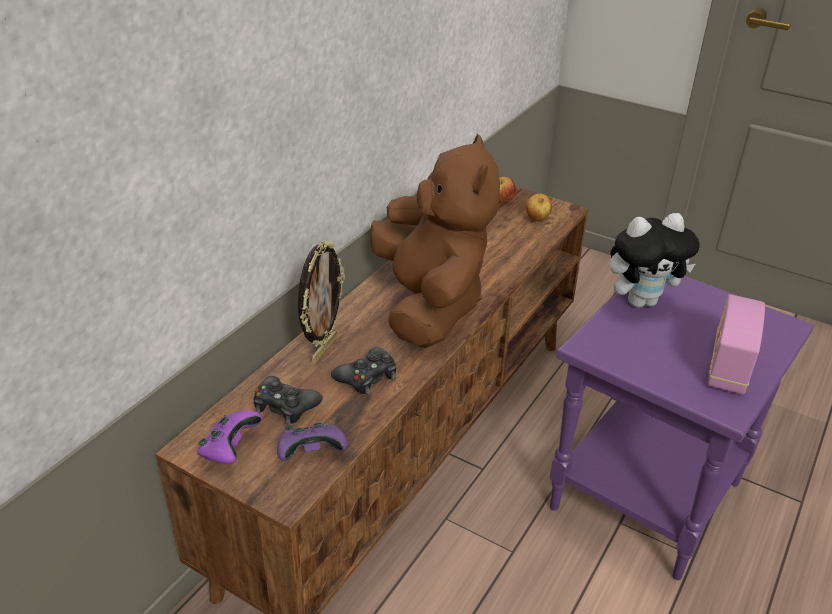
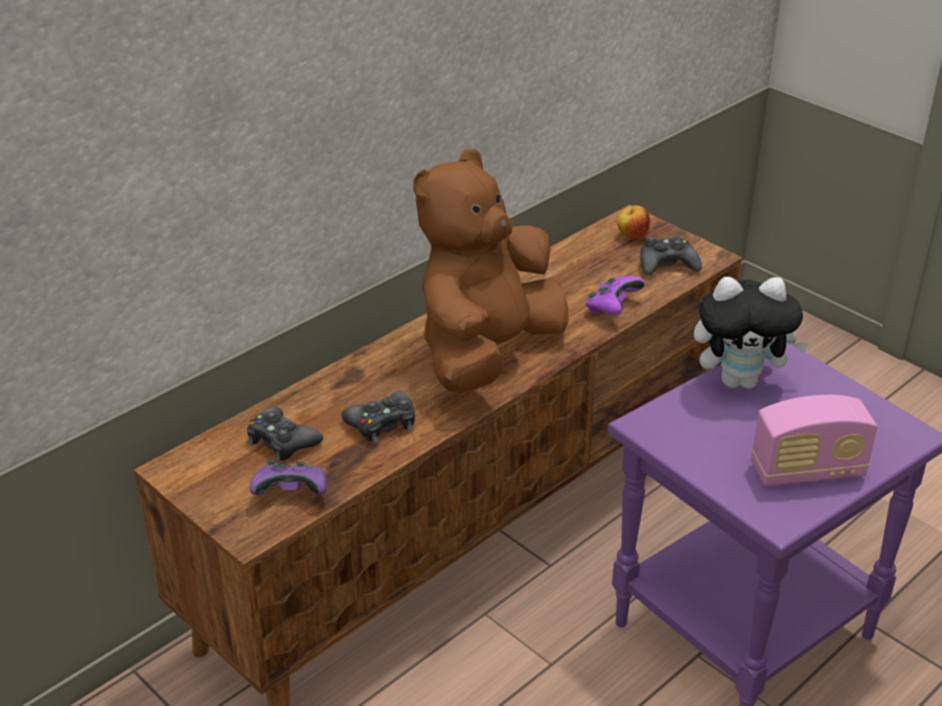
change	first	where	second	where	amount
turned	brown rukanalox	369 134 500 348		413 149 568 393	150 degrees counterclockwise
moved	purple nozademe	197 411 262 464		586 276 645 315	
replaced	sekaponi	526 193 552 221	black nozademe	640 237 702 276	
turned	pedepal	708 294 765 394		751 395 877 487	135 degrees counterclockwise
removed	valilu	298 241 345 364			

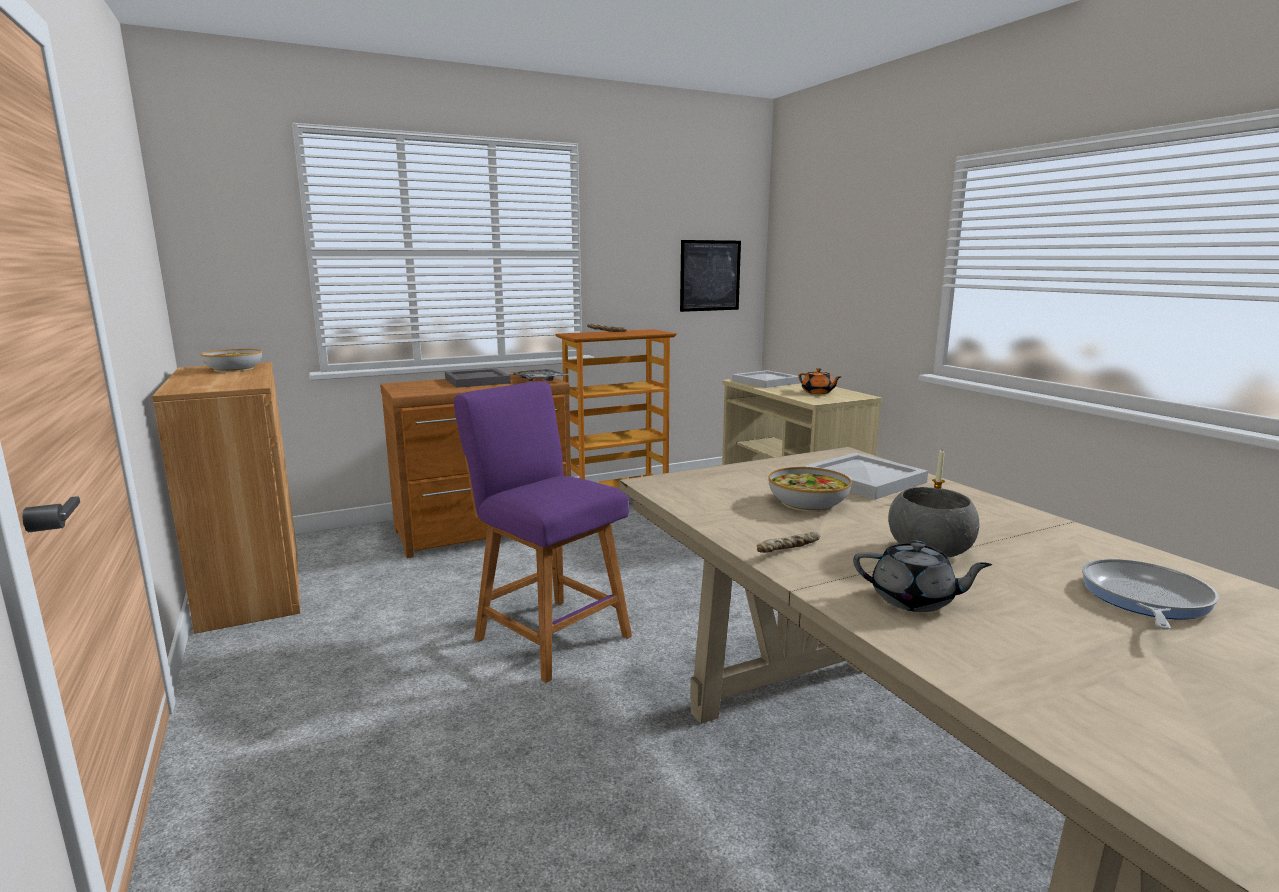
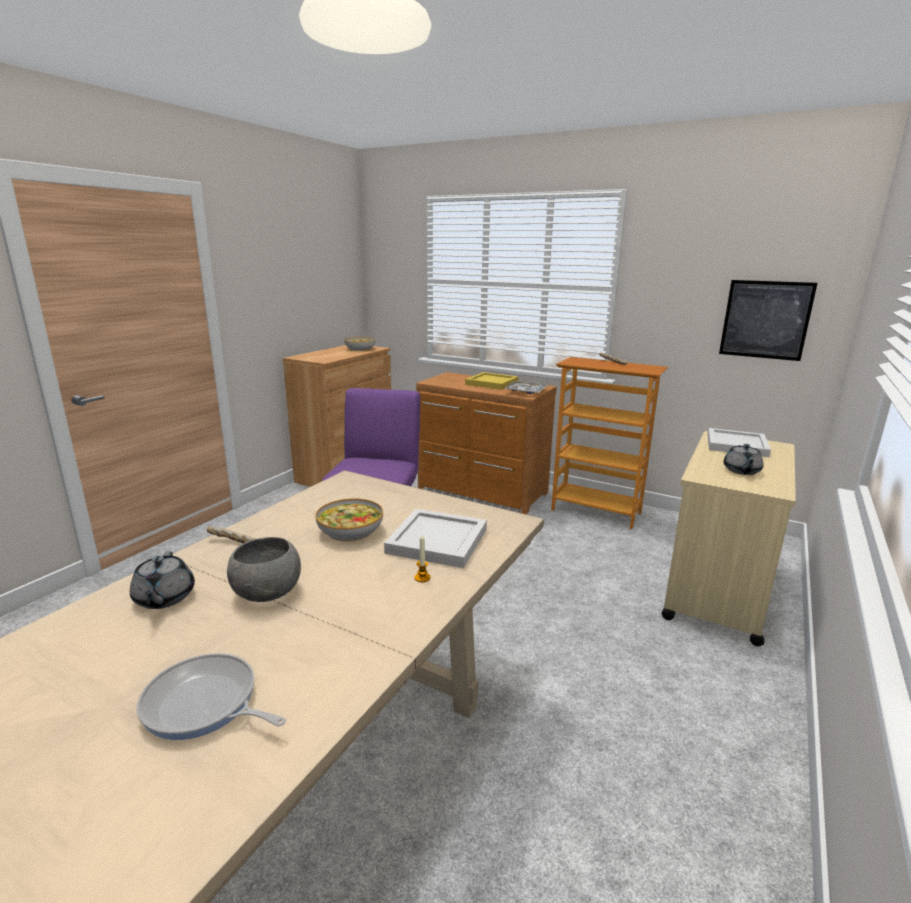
change	first	where	second	where	amount
turned	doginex	1082 559 1219 630		137 653 286 740	150 degrees counterclockwise
recoloured	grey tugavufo	445 369 511 388	yellow tugavufo	465 372 518 390	
recoloured	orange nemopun	799 368 840 394	grey nemopun	724 444 764 475	

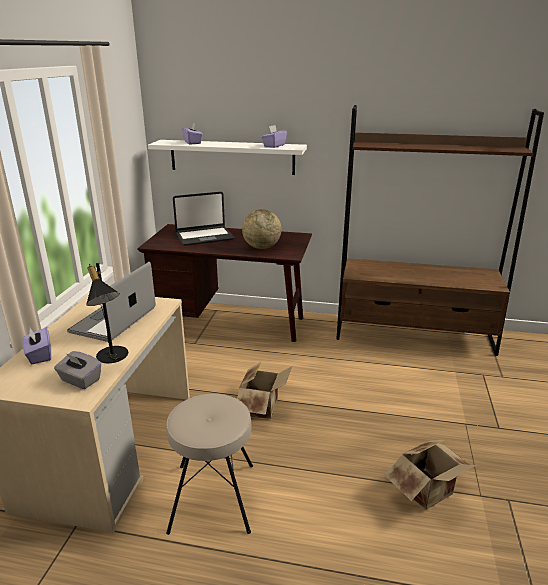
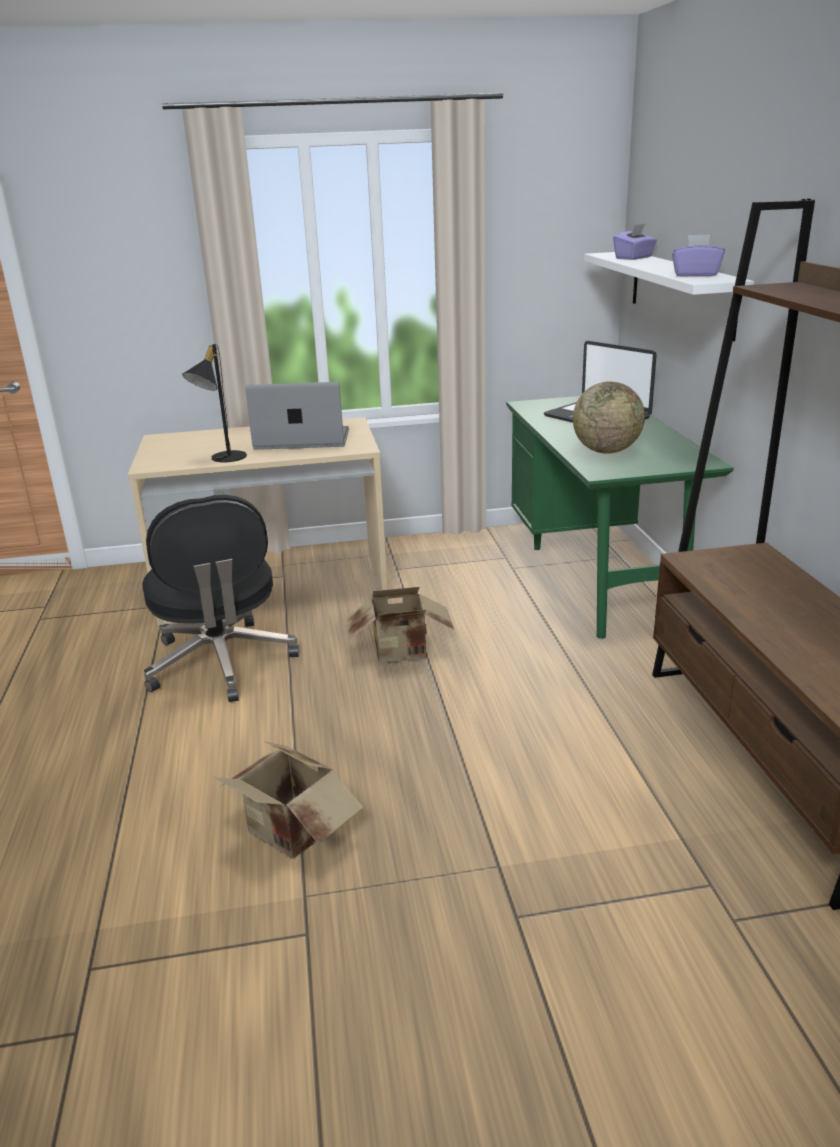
change	first	where	second	where	amount
replaced	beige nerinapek	166 394 253 535	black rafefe	142 495 300 702	
recoloured	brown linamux	137 224 312 342	green linamux	506 396 733 639	
removed	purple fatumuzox	23 327 51 364			
removed	grey fatumuzox	54 351 101 389			

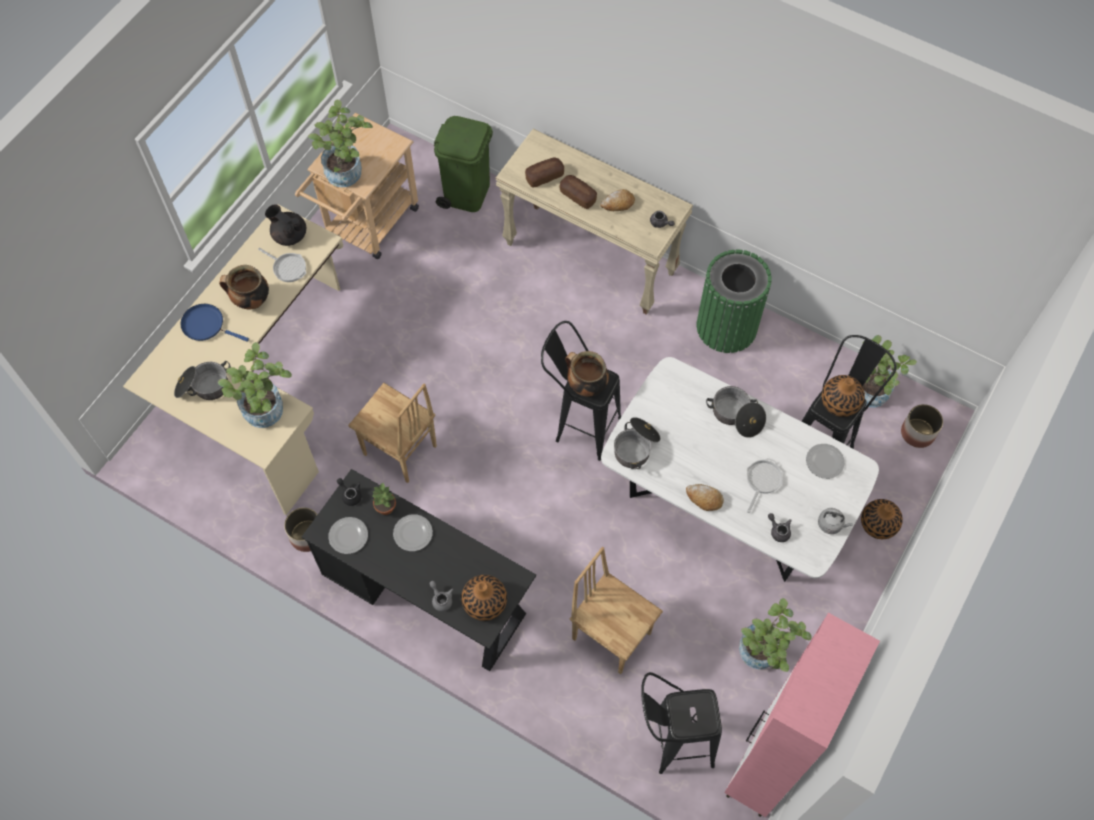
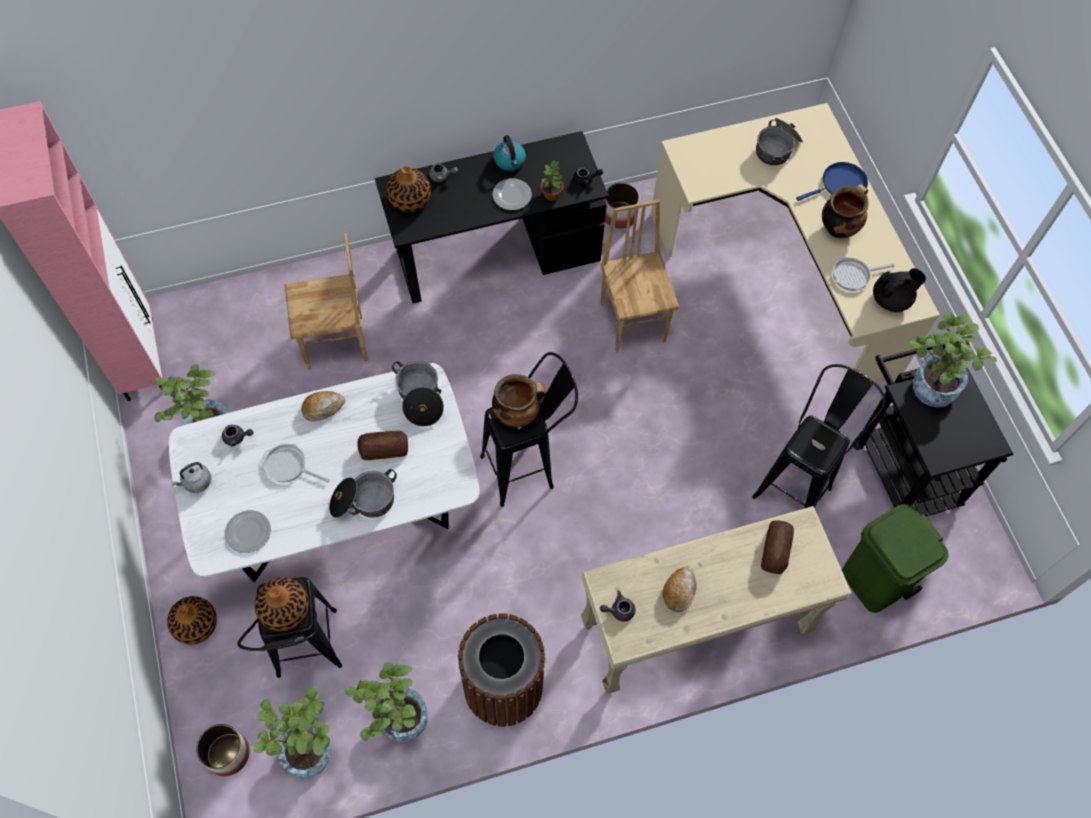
change	first	where	second	where	amount
turned	doginex	747 458 783 513		262 444 330 483	135 degrees clockwise
moved	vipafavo	218 342 292 428		345 662 428 742	
moved	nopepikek	559 175 597 209		357 431 408 460	
recoloured	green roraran	697 249 772 353	brown roraran	458 613 546 727	
added			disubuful	493 135 526 171	
turned	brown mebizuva	348 383 437 483		600 200 679 352	90 degrees clockwise
moved	black nerinapek	641 672 722 774		752 364 886 508	
recoloured	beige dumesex	295 113 419 259	black dumesex	854 344 1013 516	
removed	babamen	328 517 368 554			

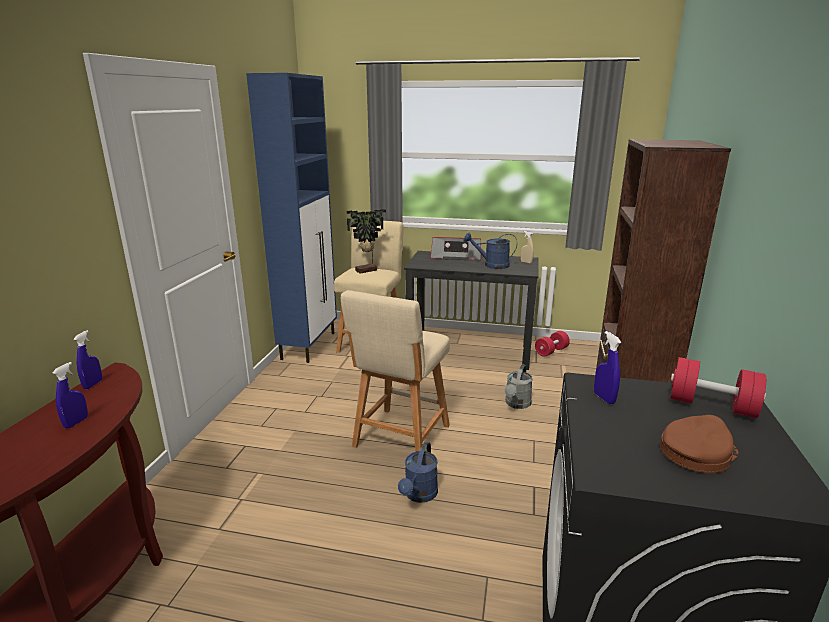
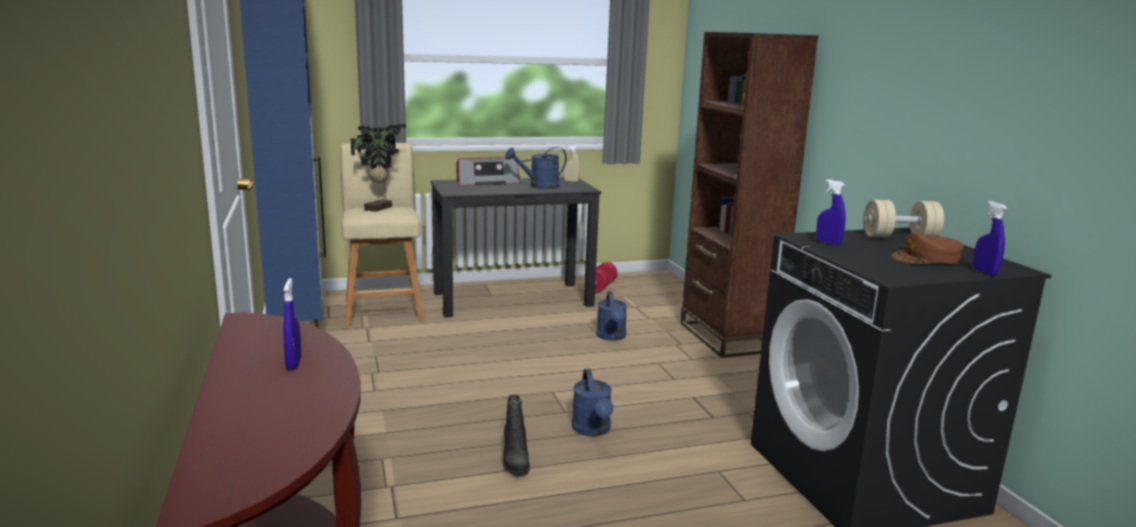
change	first	where	second	where	amount
added			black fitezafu	503 394 530 476	
recoloured	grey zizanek	505 364 533 409	blue zizanek	596 291 627 341	
recoloured	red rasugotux	670 357 766 418	beige rasugotux	863 200 944 238	
turned	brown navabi	660 415 738 473		891 232 964 264	135 degrees counterclockwise
moved	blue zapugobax	73 330 102 389		973 201 1007 276	
removed	beige nerinapek	341 290 450 452			

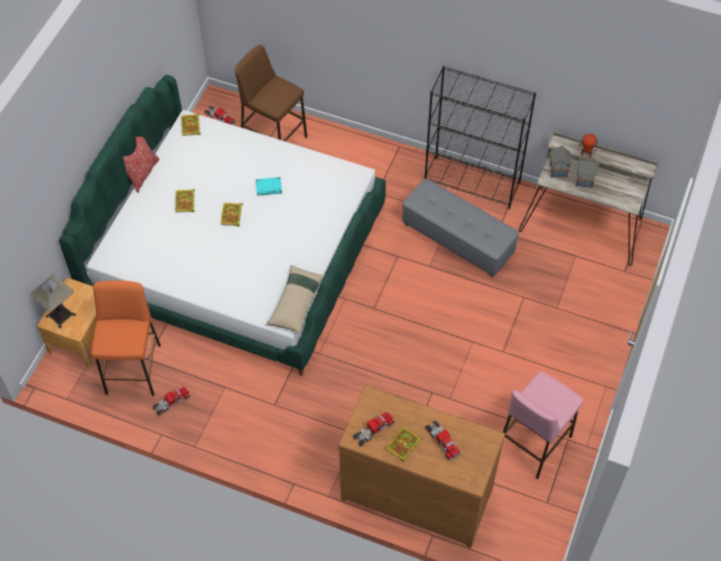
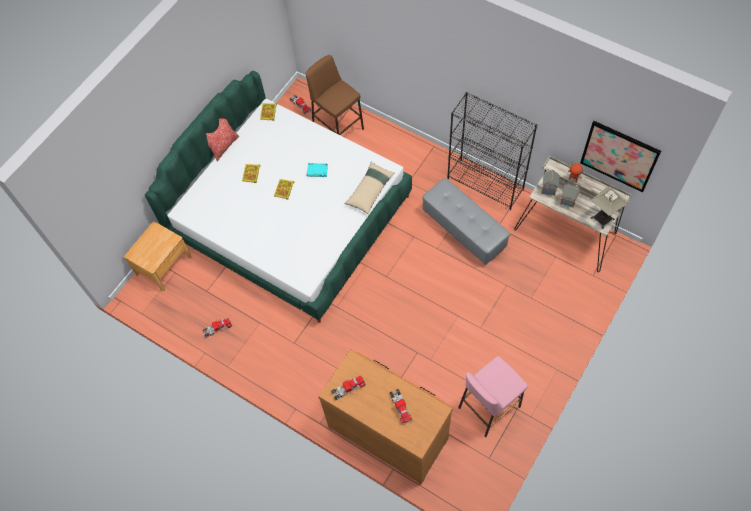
change	first	where	second	where	amount
moved	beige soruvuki	266 265 325 334		344 162 395 214	
added			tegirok	580 121 661 192	
moved	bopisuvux	30 275 76 328		590 186 627 229	
removed	orange nerinapek	91 280 161 396			
removed	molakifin	386 426 422 462			

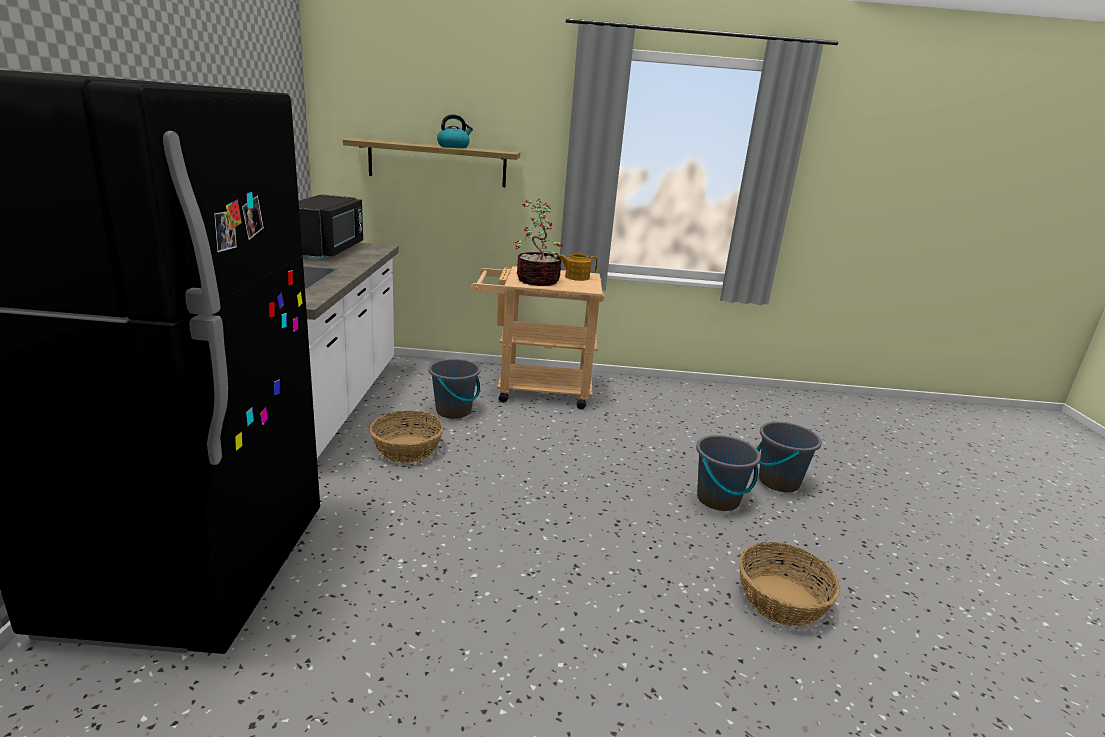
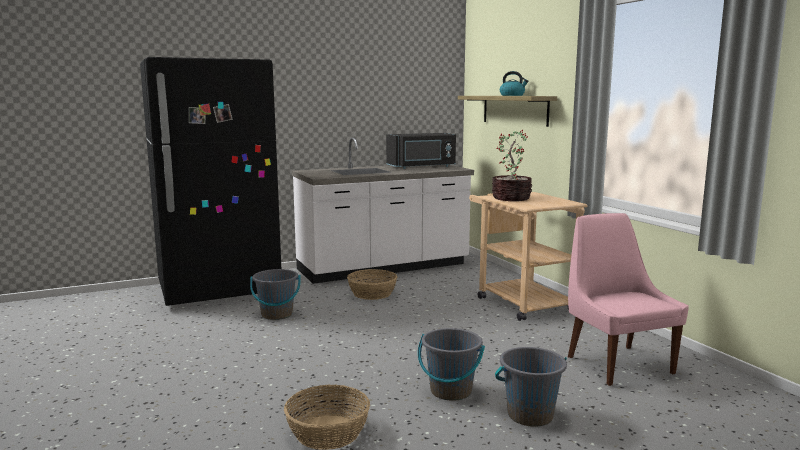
change	first	where	second	where	amount
moved	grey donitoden	428 359 481 419		250 269 301 320	
added			pink mebizuva	568 213 689 386	
removed	nemopun	559 254 598 281			

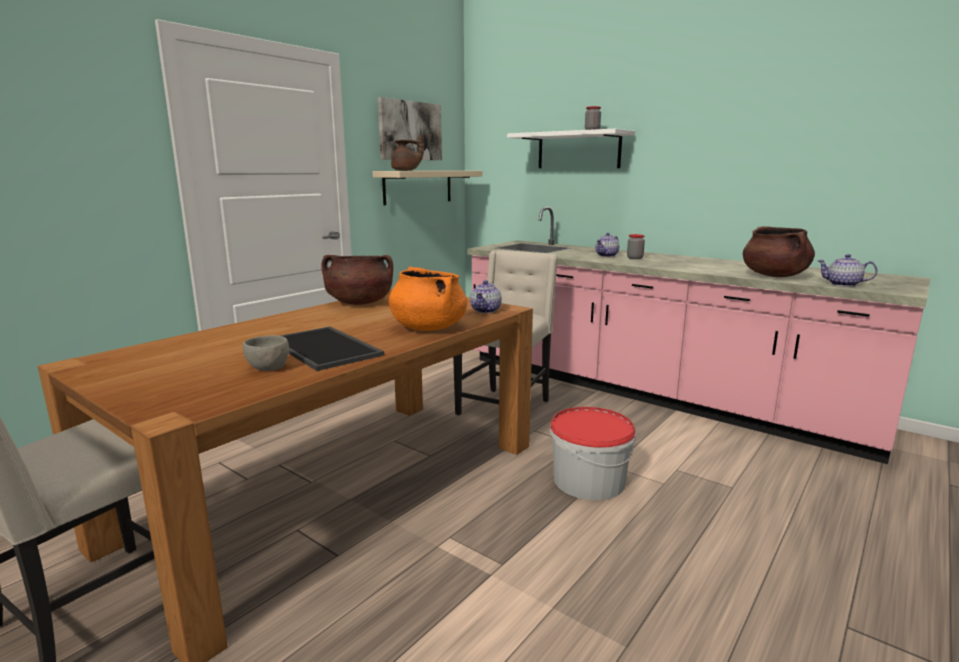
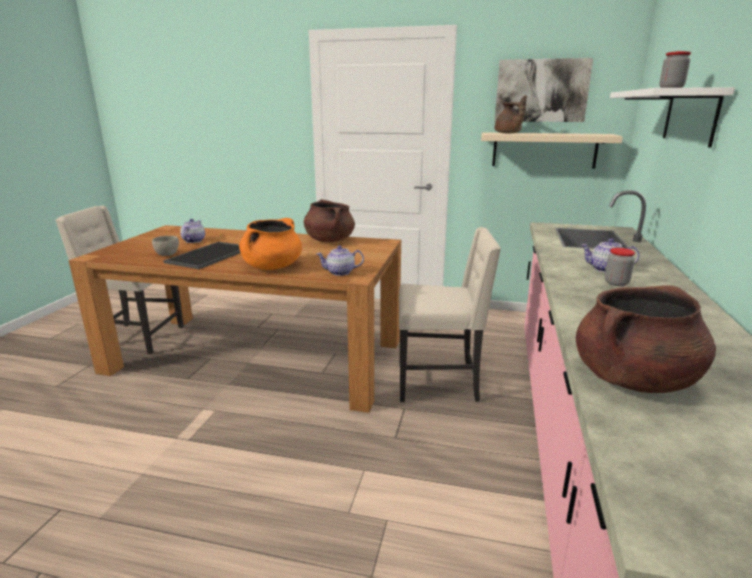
change	first	where	second	where	amount
moved	nemopun	817 254 878 287		180 219 205 243	
removed	donitoden	550 407 636 500			

